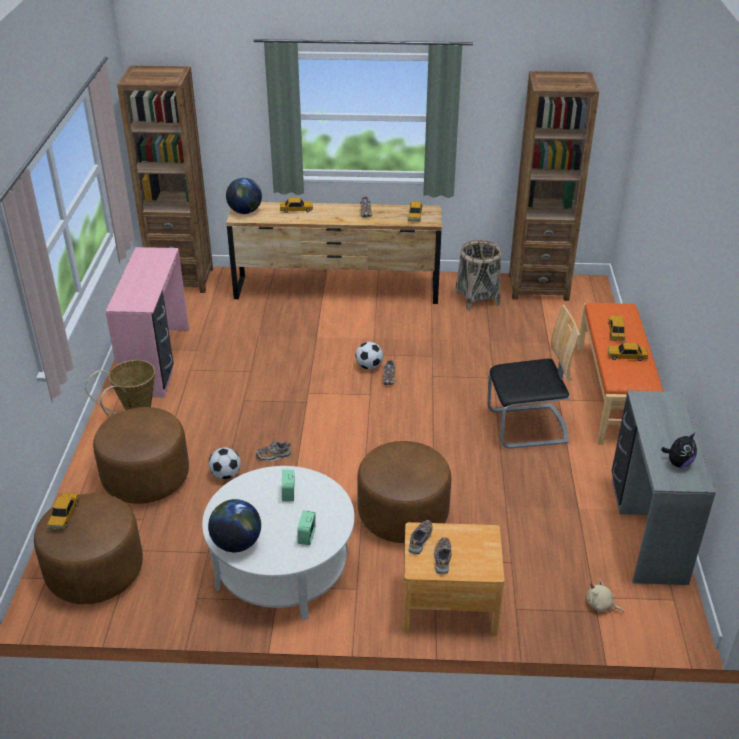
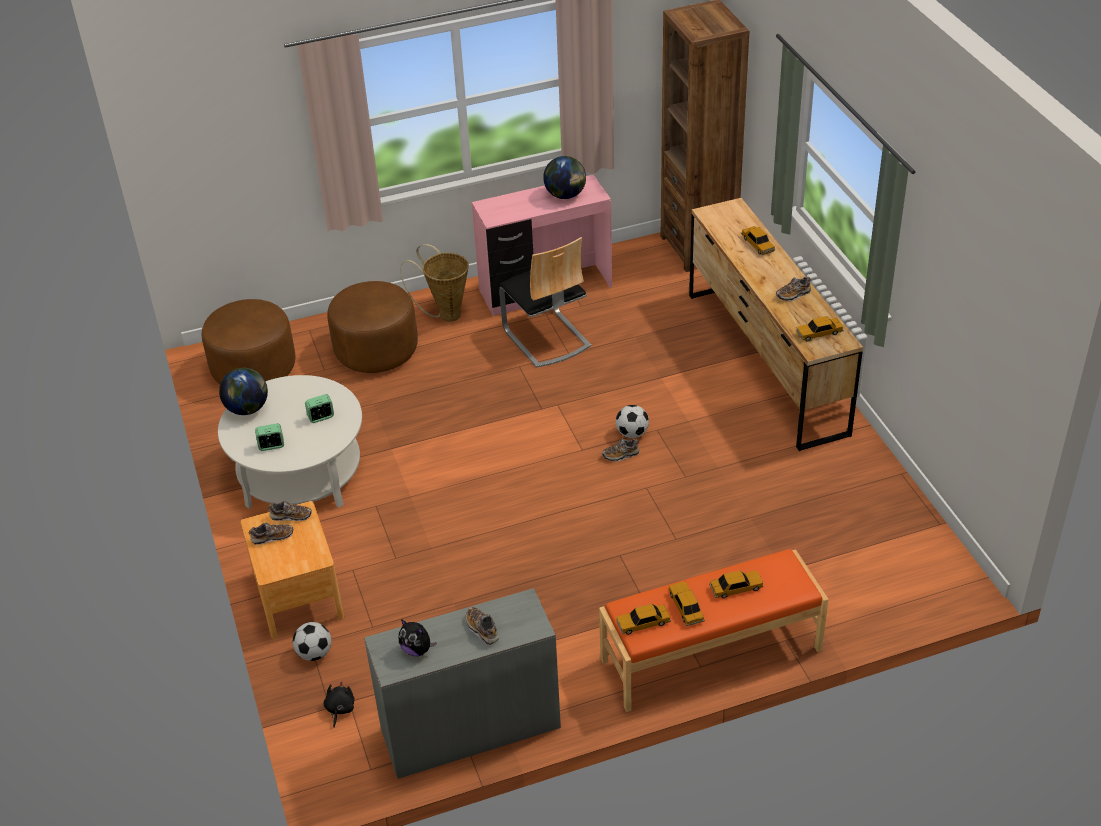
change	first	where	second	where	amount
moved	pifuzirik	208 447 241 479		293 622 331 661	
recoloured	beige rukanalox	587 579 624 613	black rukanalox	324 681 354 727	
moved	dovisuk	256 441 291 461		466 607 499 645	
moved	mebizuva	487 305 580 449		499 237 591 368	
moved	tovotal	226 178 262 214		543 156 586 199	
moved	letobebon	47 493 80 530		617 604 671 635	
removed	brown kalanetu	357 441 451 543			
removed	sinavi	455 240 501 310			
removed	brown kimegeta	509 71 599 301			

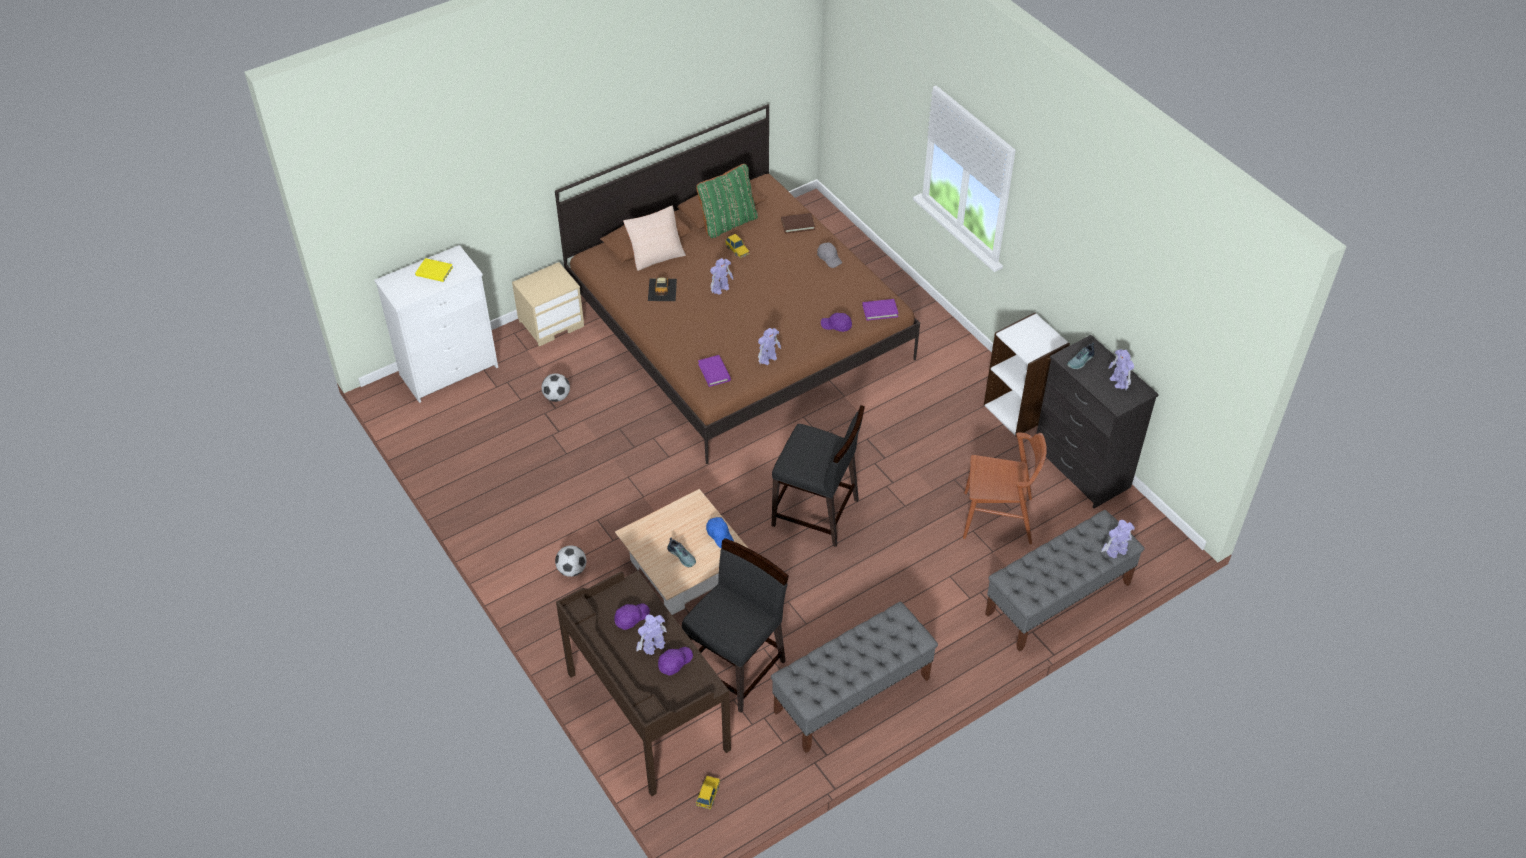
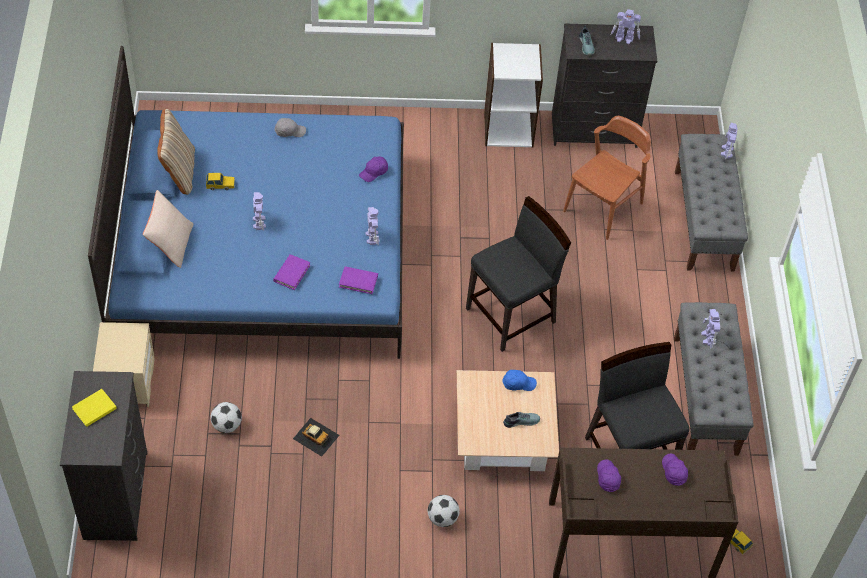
change	first	where	second	where	amount
recoloured	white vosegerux	374 245 498 403	black vosegerux	60 371 147 541	
recoloured	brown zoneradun	555 104 920 464	blue zoneradun	88 46 404 359	
recoloured	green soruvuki	696 164 758 238	beige soruvuki	157 109 195 195	
moved	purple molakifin	862 299 899 321		273 254 311 290	
moved	letobebon	648 277 677 301		293 418 339 457	
moved	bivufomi	636 614 667 655		701 309 720 349	
removed	brown molakifin	781 213 815 234			

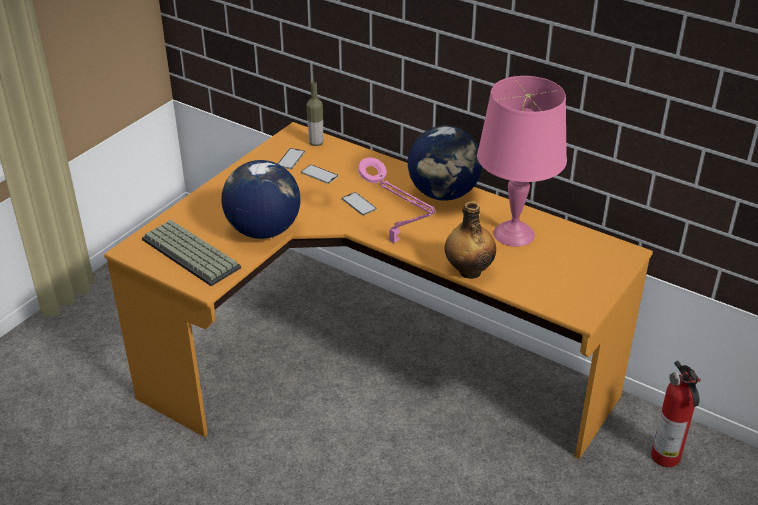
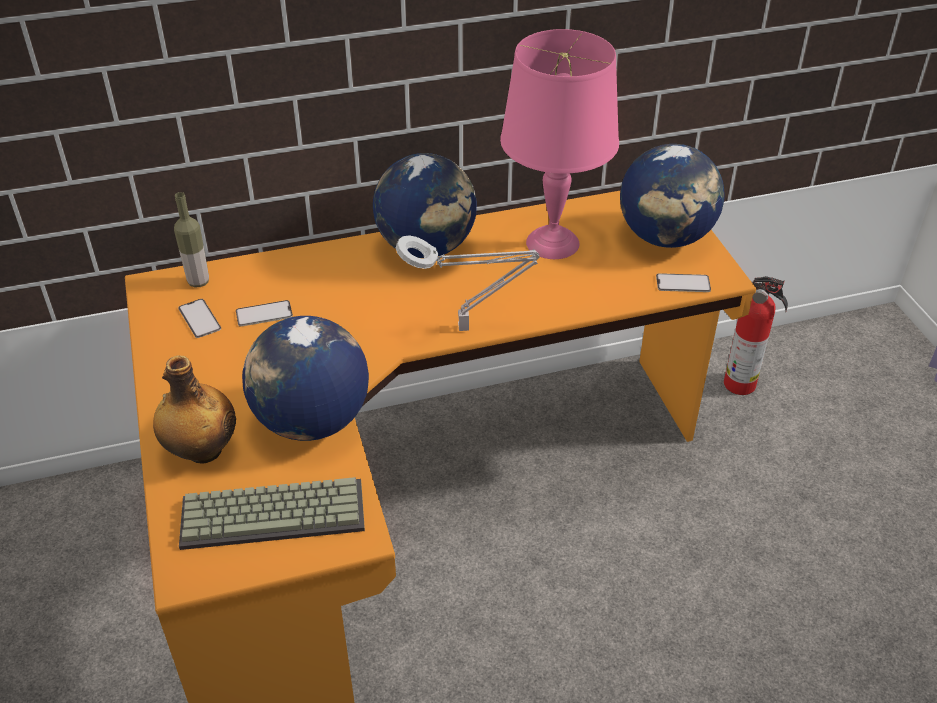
change	first	where	second	where	amount
moved	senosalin	445 201 496 279		153 356 236 464	
recoloured	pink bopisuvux	358 157 436 243	grey bopisuvux	396 235 540 331	
added			tovotal	620 144 725 248	
moved	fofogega	342 192 377 215		656 273 711 292	

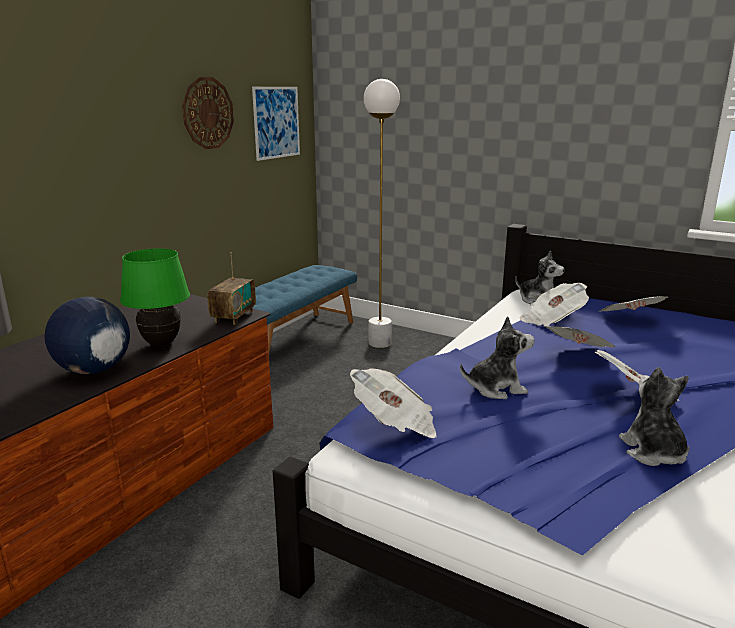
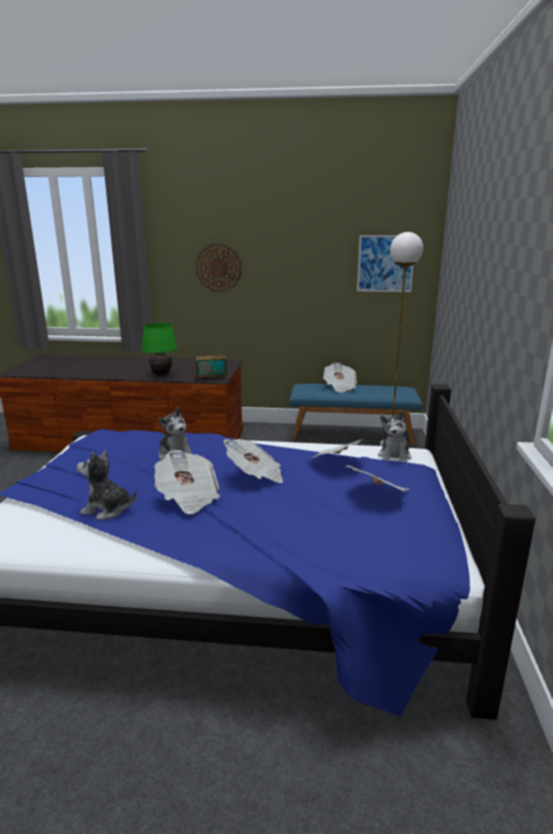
change	first	where	second	where	amount
turned	rukanalox	619 367 689 466		77 450 137 520	135 degrees counterclockwise
moved	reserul	182 77 234 149		196 244 242 292	
moved	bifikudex	350 368 437 438		323 363 357 393	
removed	tovotal	44 297 130 374			

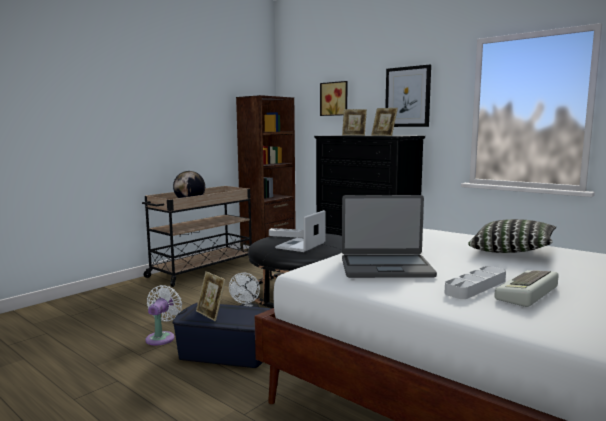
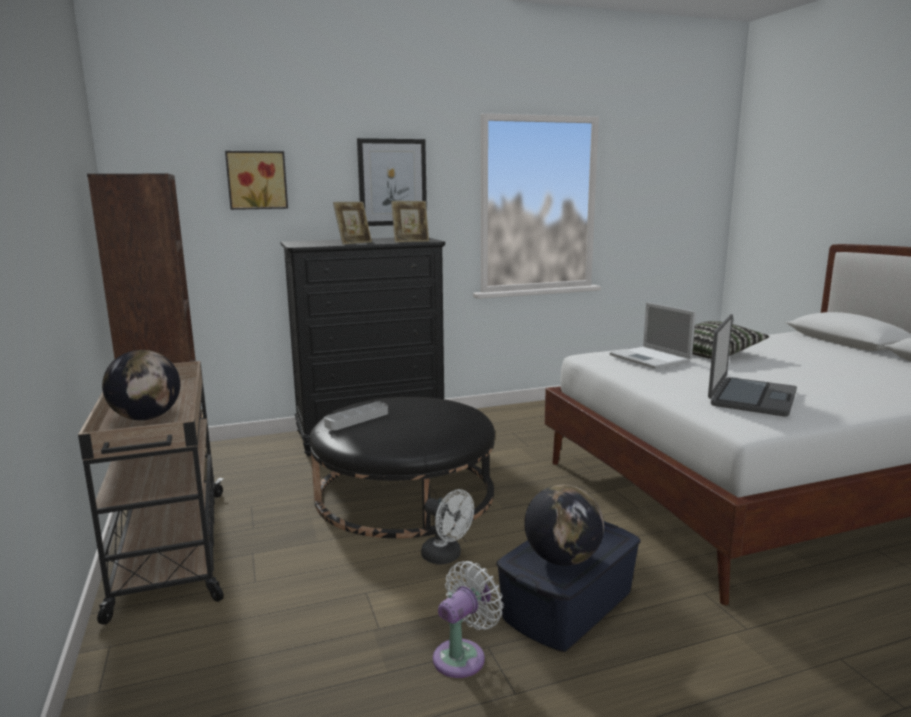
change	first	where	second	where	amount
turned	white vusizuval	145 285 182 346		433 561 503 678	90 degrees clockwise
replaced	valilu	196 271 226 321	tovotal	524 485 604 566	
moved	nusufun	275 210 326 252		610 302 696 369	
removed	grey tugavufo	444 266 506 299			
removed	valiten	494 270 559 307			

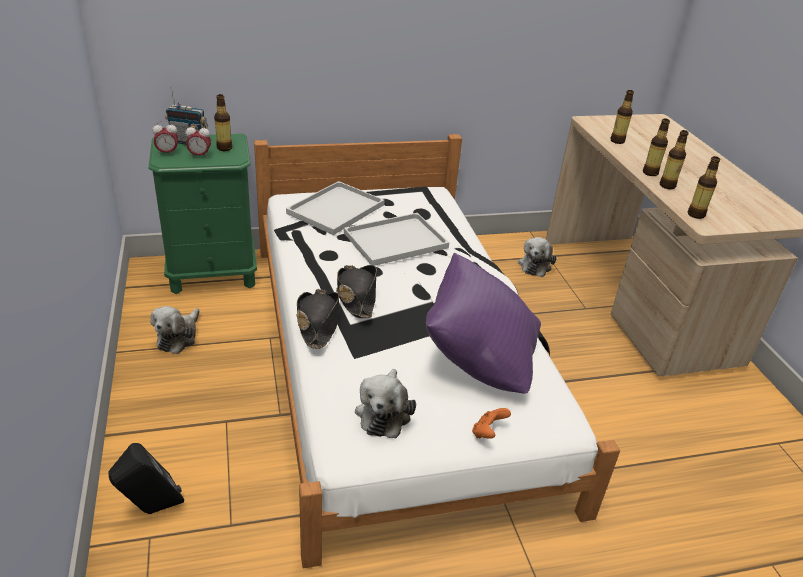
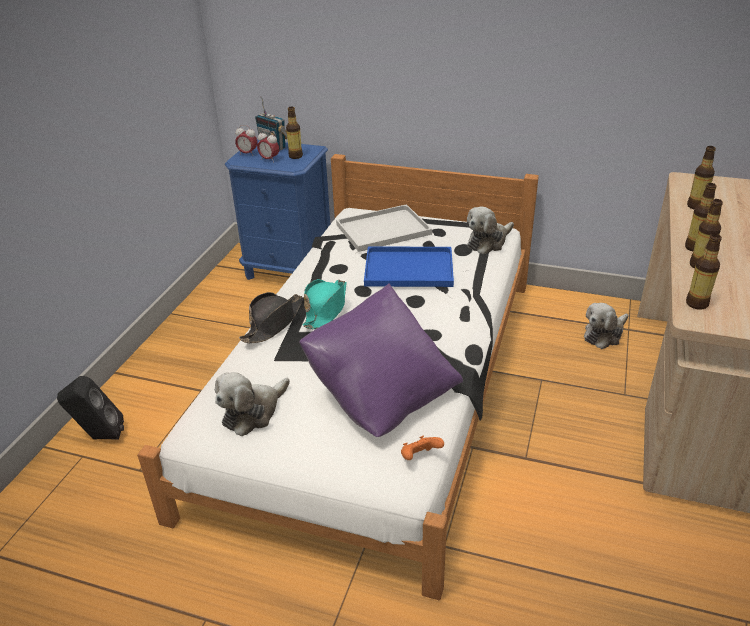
change	first	where	second	where	amount
recoloured	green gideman	148 134 257 294	blue gideman	225 139 330 280	
recoloured	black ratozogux	336 265 377 318	turquoise ratozogux	303 279 347 329	
recoloured	white tugavufo	344 213 449 266	blue tugavufo	364 247 454 287	
moved	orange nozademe	472 408 511 439		401 436 444 460	
moved	rukanalox	150 306 200 354		467 207 514 254	

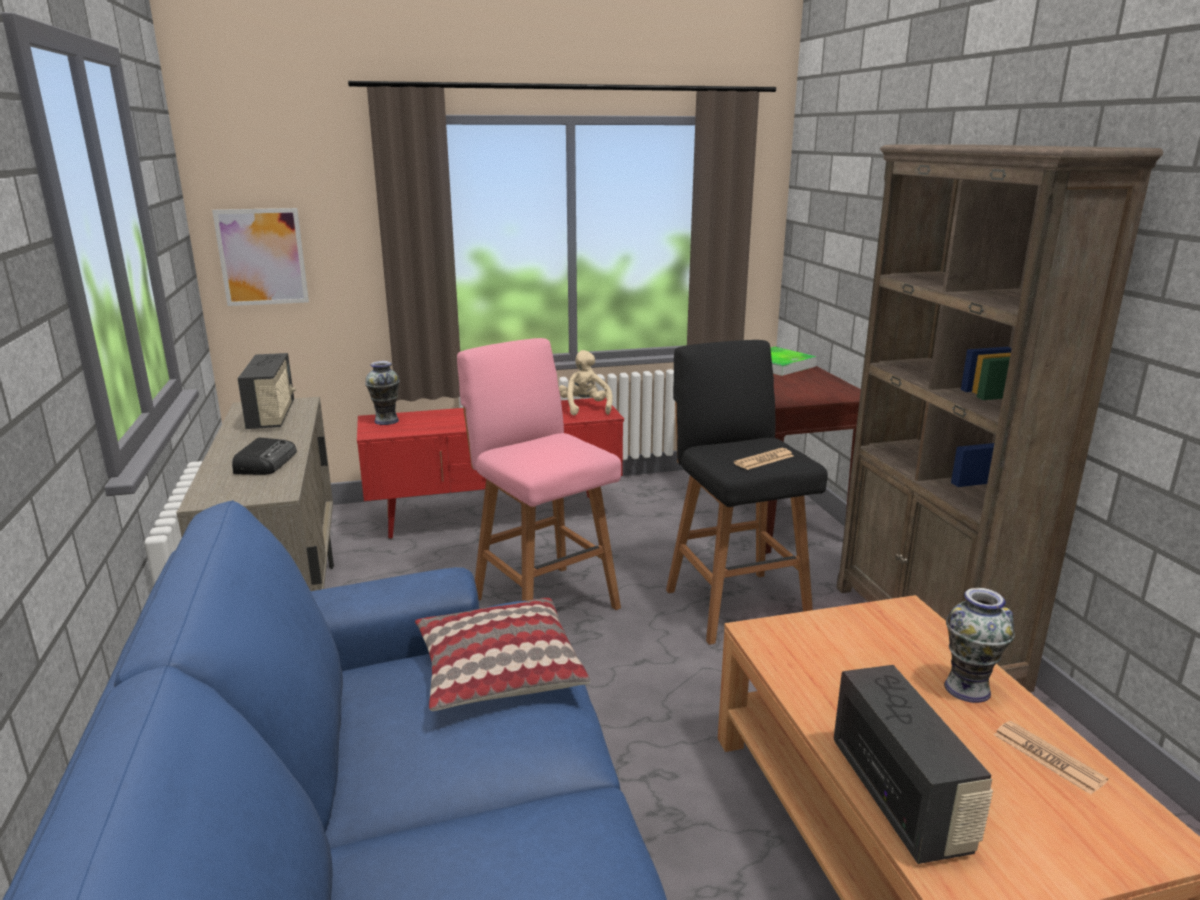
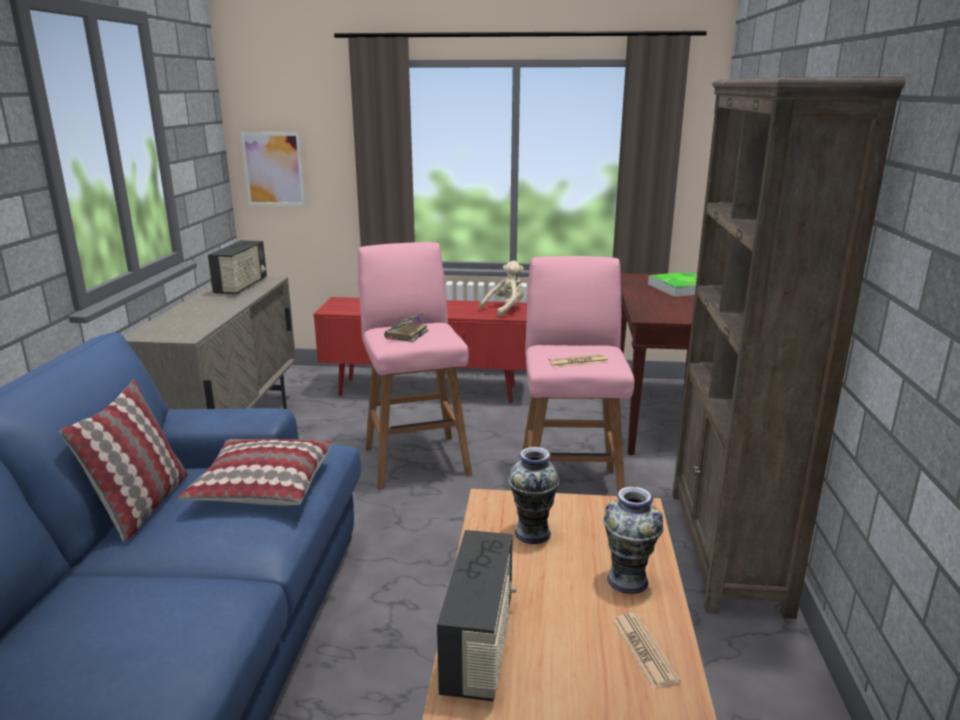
change	first	where	second	where	amount
added			soruvuki	60 380 188 542	
added			molakifin	384 311 429 342	
turned	beige rukanalox	559 350 613 416		479 261 524 317	45 degrees clockwise
moved	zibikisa	365 361 400 425		508 447 559 544	
recoloured	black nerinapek	666 340 828 645	pink nerinapek	523 256 634 493	
removed	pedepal	232 437 297 475			

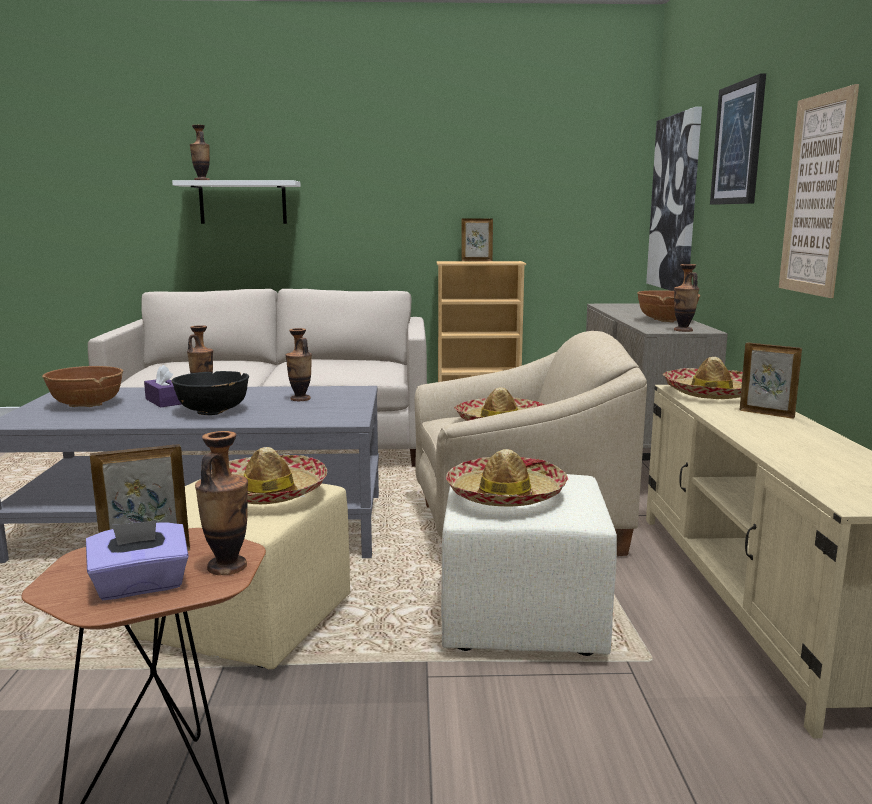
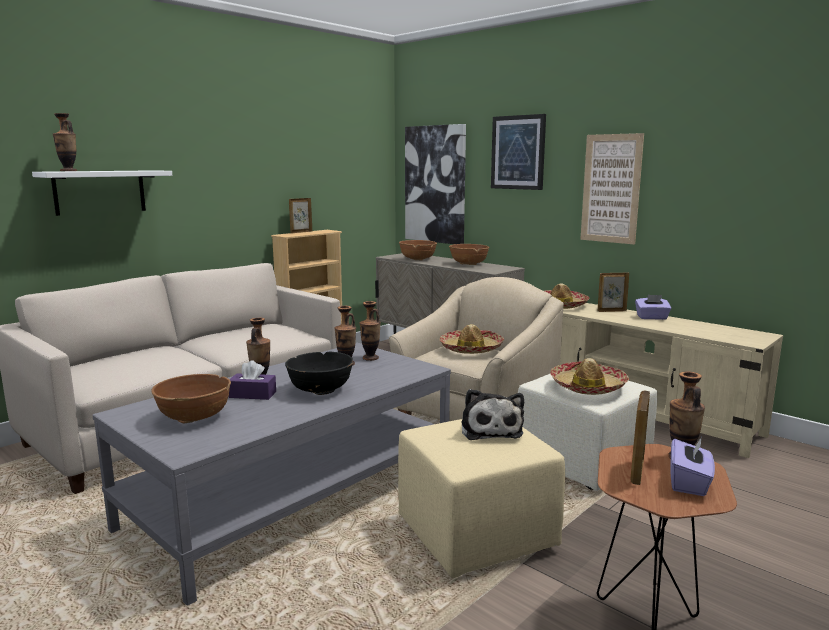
change	first	where	second	where	amount
moved	zibikisa	674 264 699 332		360 301 381 361	
added			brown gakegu	399 240 437 260	
replaced	ratozogux	211 447 327 504	rukanalox	461 389 524 440	
added			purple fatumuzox	635 295 672 320	

